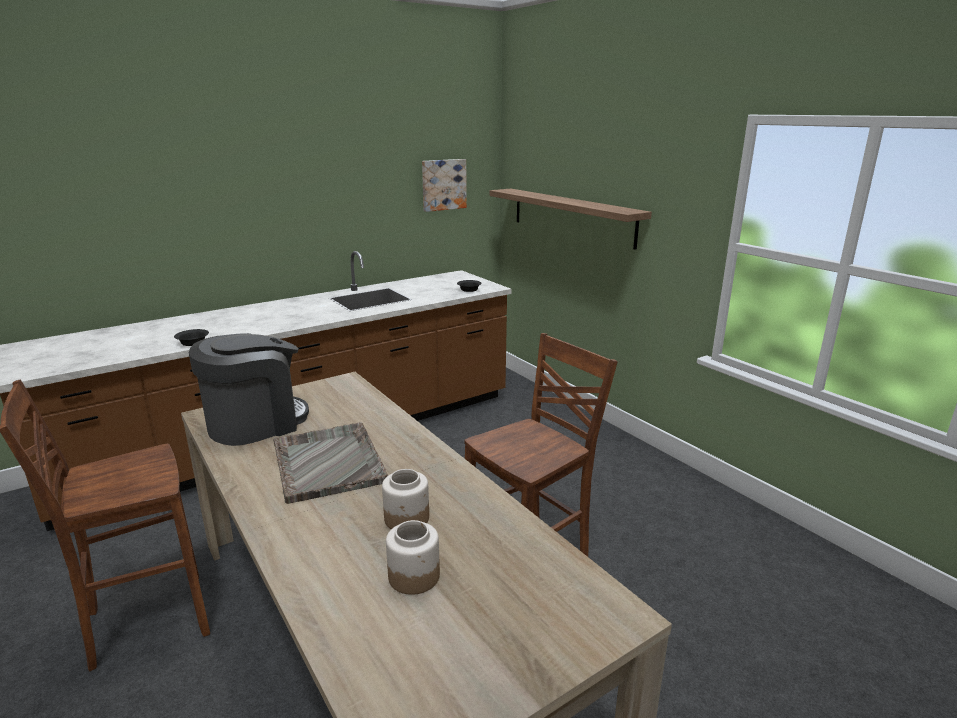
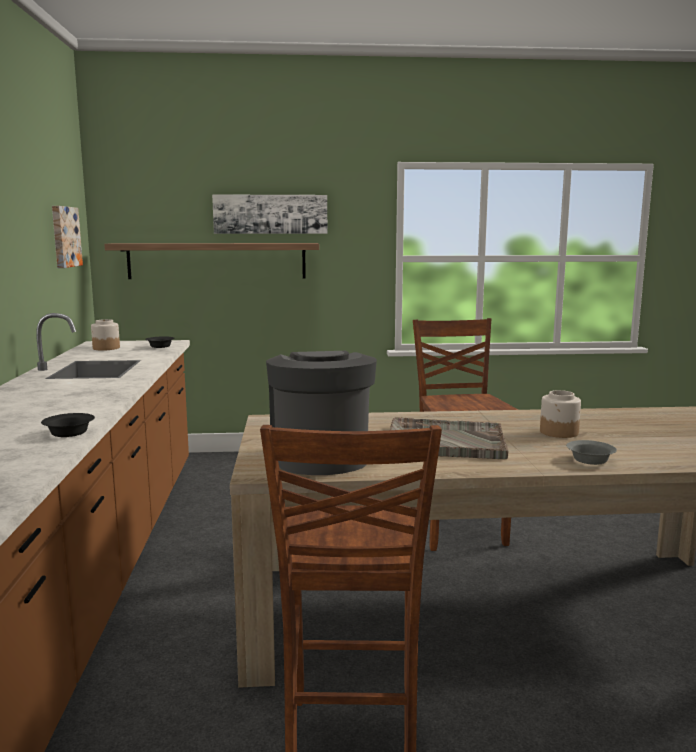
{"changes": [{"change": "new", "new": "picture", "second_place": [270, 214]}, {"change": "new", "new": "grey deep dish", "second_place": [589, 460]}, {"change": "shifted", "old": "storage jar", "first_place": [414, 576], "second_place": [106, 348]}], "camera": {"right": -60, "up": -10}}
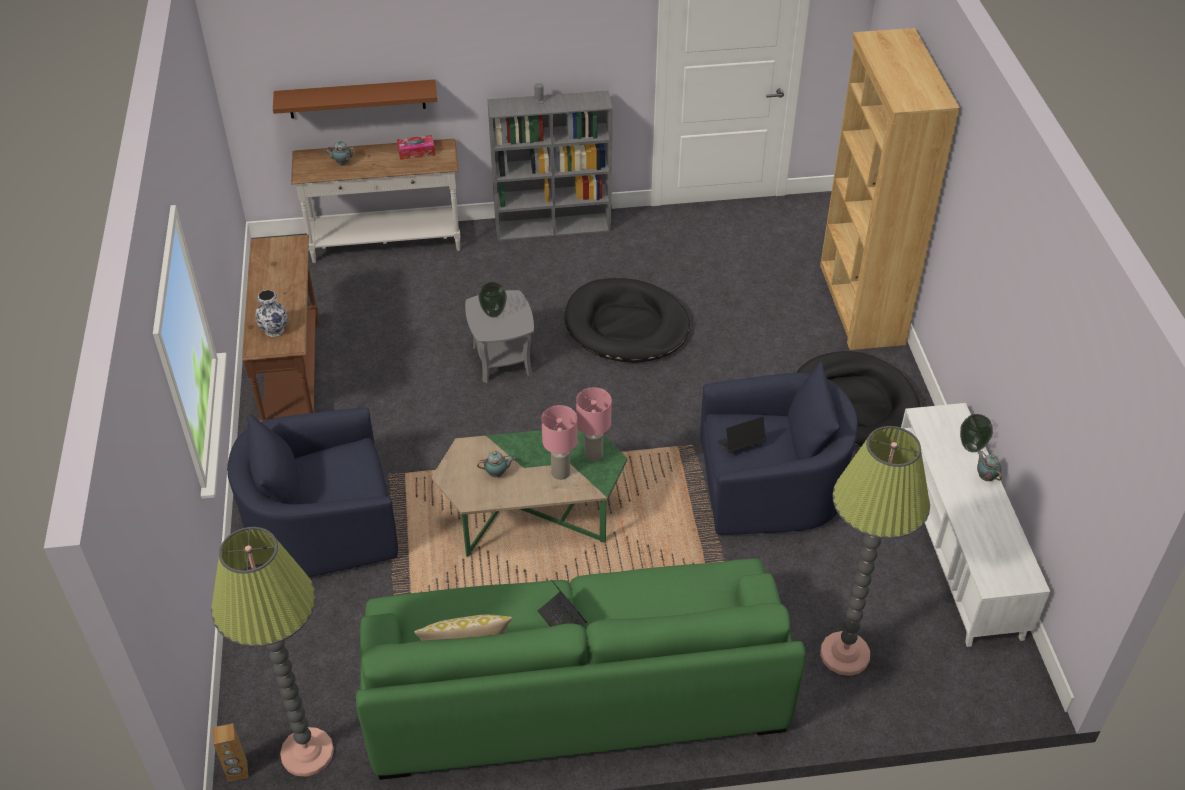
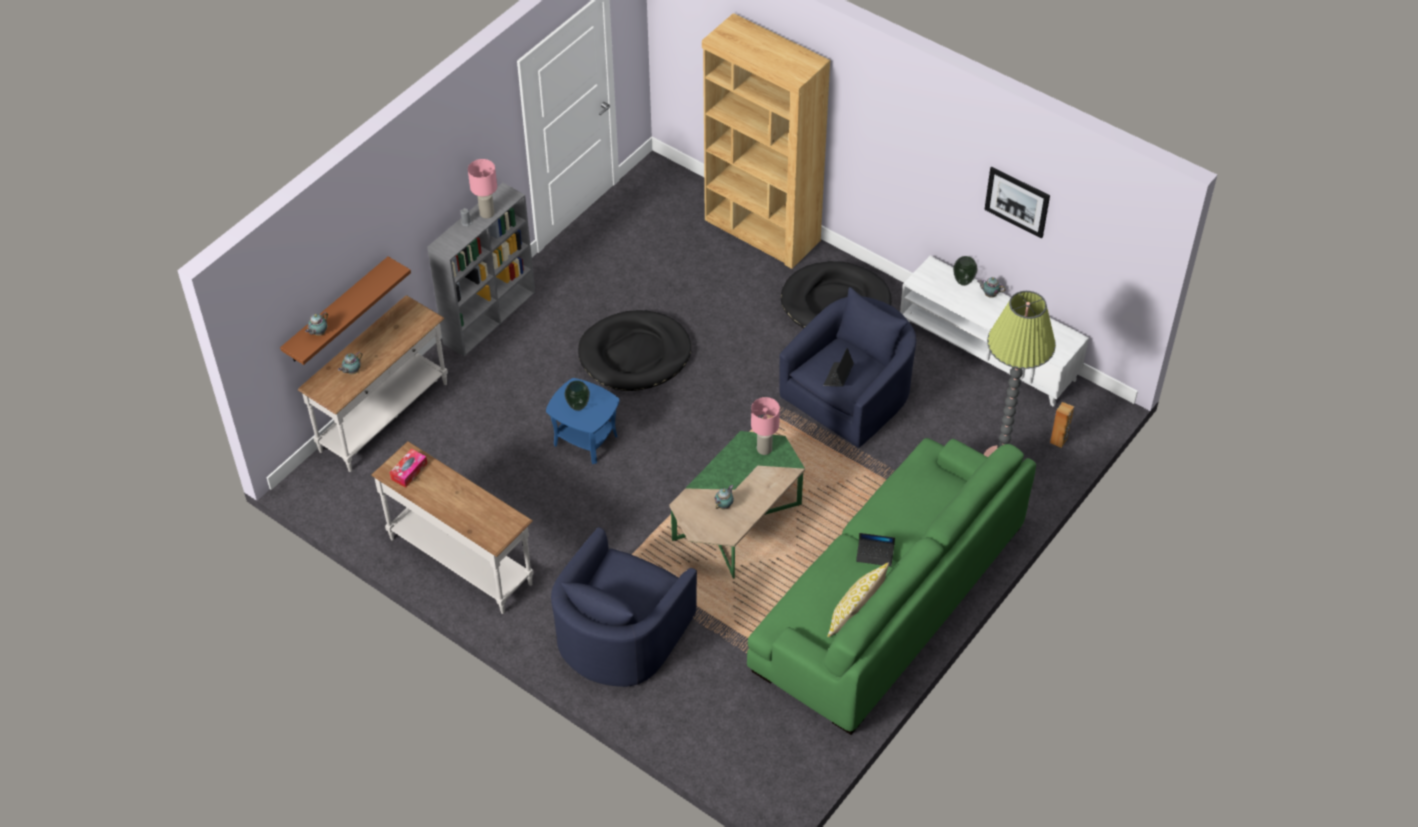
{"changes": [{"change": "gone", "old": "floor lamp", "first_place": [307, 752]}, {"change": "gone", "old": "vase", "first_place": [274, 329]}, {"change": "new", "new": "teapot", "second_place": [318, 333]}, {"change": "new", "new": "picture", "second_place": [1017, 202]}, {"change": "shifted", "old": "brown-coloured loudspeaker", "first_place": [237, 771], "second_place": [1058, 441]}, {"change": "shifted", "old": "tissue box", "first_place": [416, 152], "second_place": [409, 471]}, {"change": "shifted", "old": "pink tabletop lamp", "first_place": [560, 472], "second_place": [486, 213]}, {"change": "repainted", "old": "brown-coloured hall table", "new": "whitish hall table", "first_place": [295, 378], "second_place": [462, 560]}, {"change": "repainted", "old": "grey end table", "new": "blue-coloured end table", "first_place": [502, 360], "second_place": [585, 440]}], "camera": {"right": -45, "up": 5}}
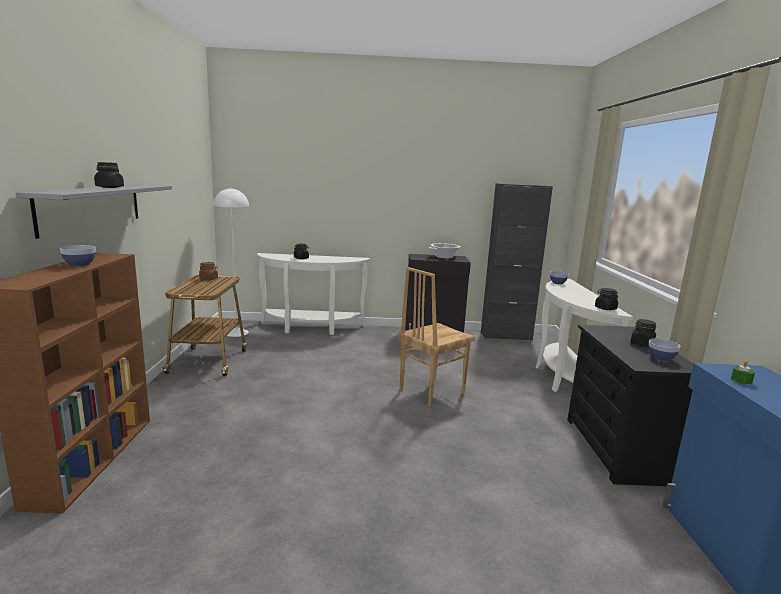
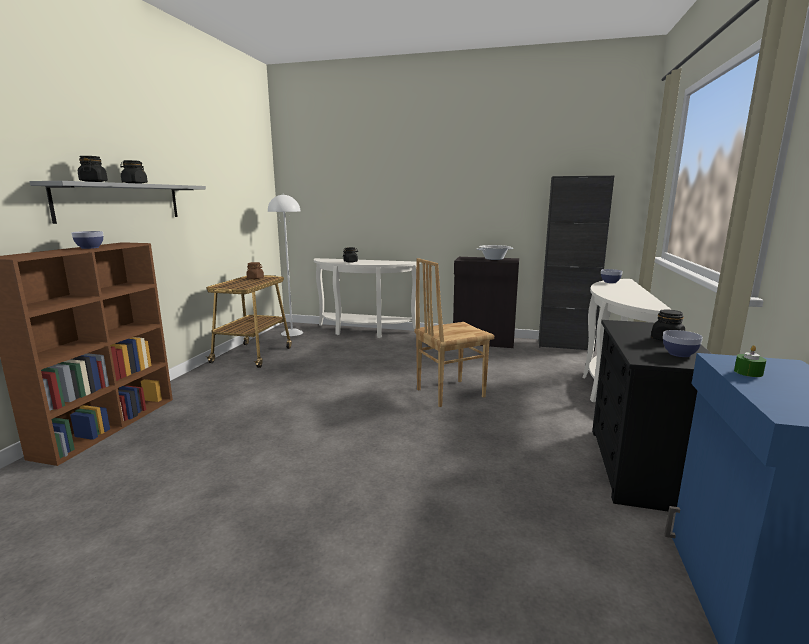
{"changes": [{"change": "shifted", "old": "blackish storage jar", "first_place": [605, 308], "second_place": [94, 182]}], "camera": {"right": 15, "up": 0}}
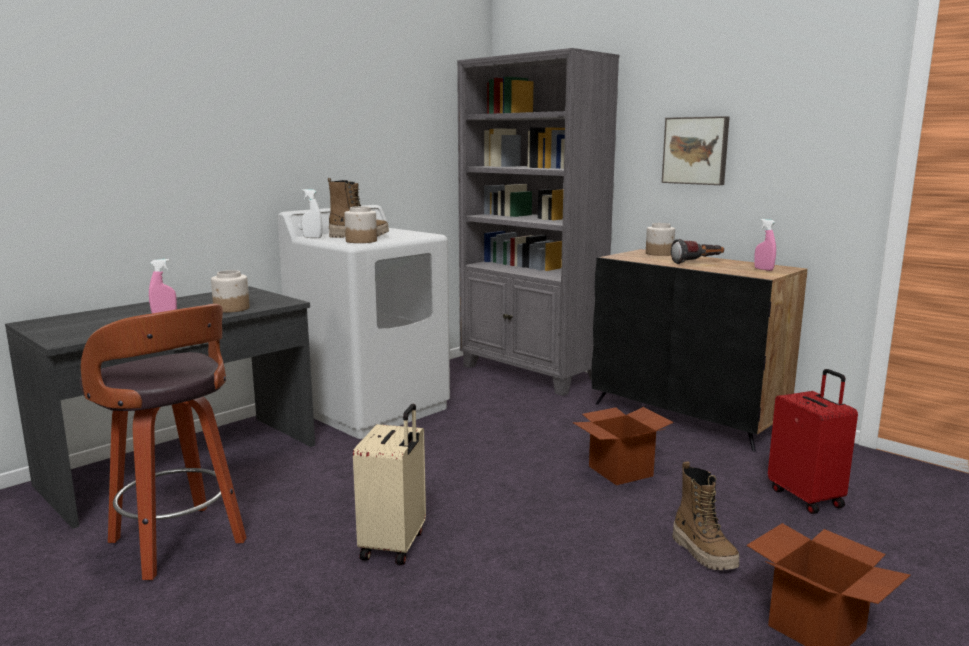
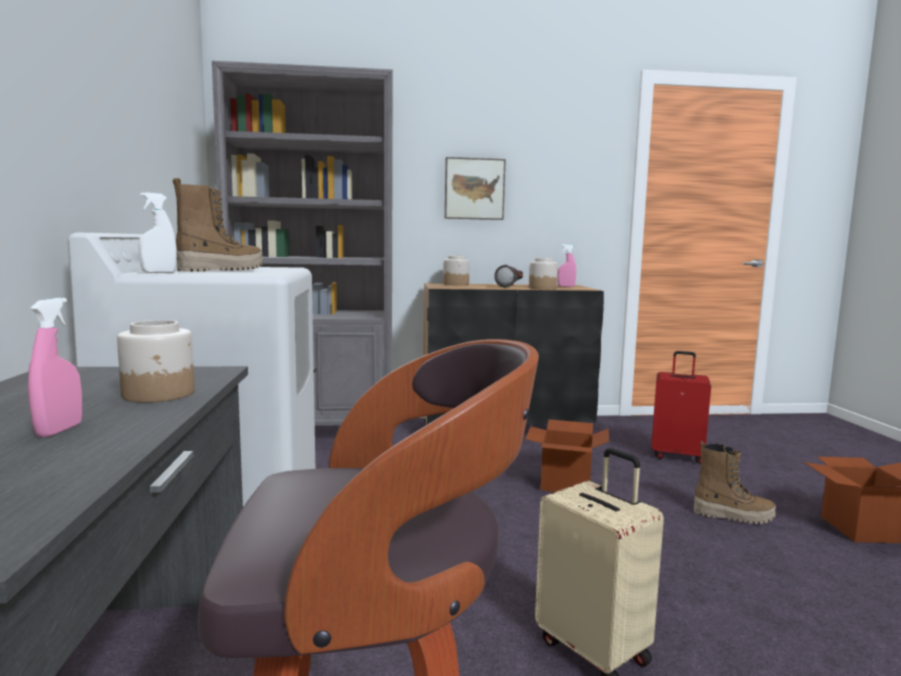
{"changes": [{"change": "shifted", "old": "storage jar", "first_place": [361, 241], "second_place": [542, 288]}], "camera": {"right": -50, "up": -5}}
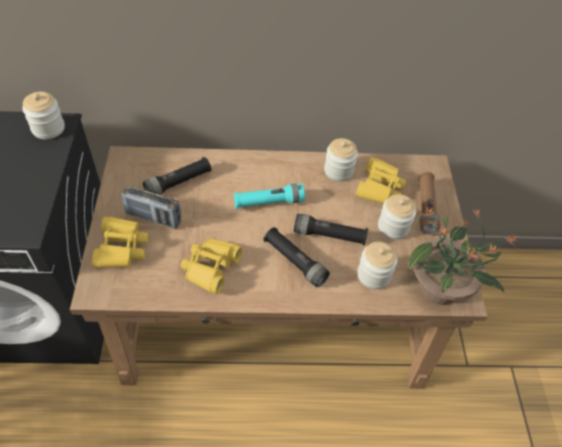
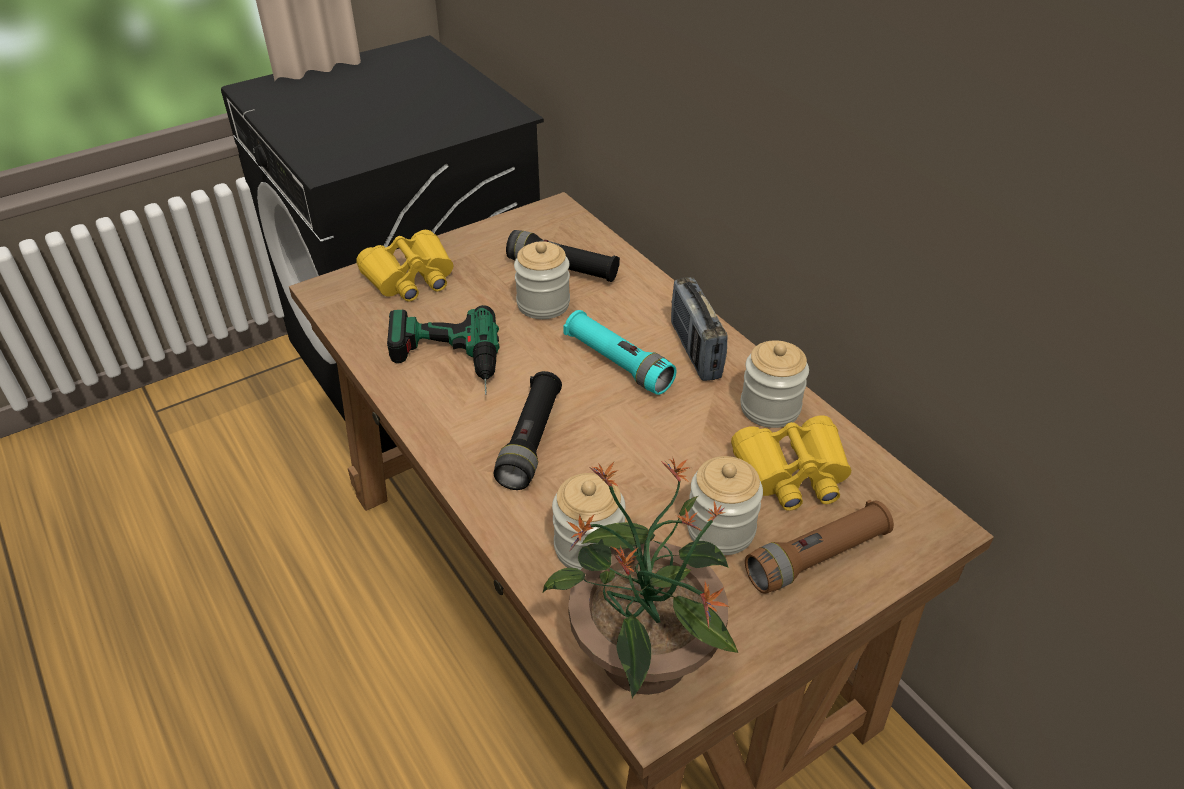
{"changes": [{"change": "gone", "old": "blackish hand torch", "first_place": [329, 235]}, {"change": "shifted", "old": "storage jar", "first_place": [48, 128], "second_place": [543, 304]}, {"change": "shifted", "old": "radio", "first_place": [153, 218], "second_place": [695, 351]}, {"change": "swapped", "old": "yellowish field glasses", "new": "power drill", "first_place": [211, 267], "second_place": [445, 364]}], "camera": {"right": 60, "up": -10}}
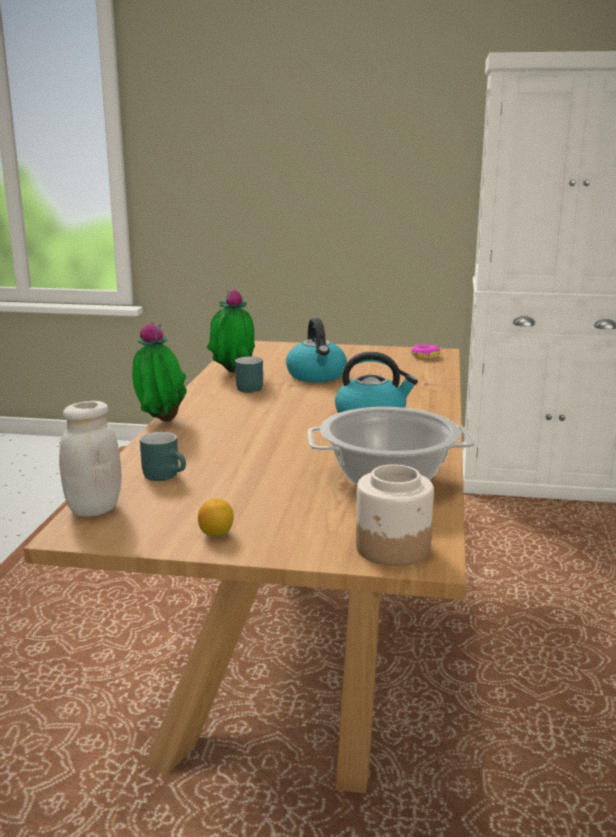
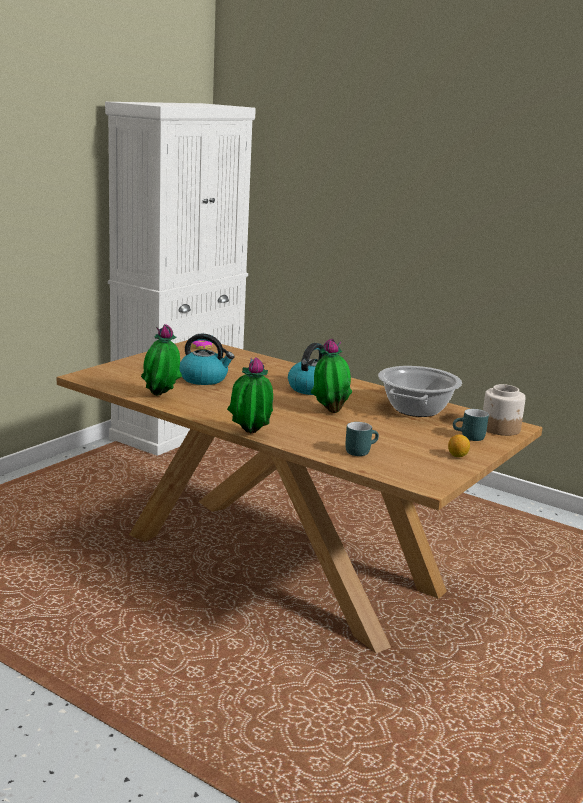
{"changes": [{"change": "gone", "old": "whitish storage jar", "first_place": [94, 509]}, {"change": "new", "new": "houseplant", "second_place": [330, 411]}, {"change": "shifted", "old": "blue-green mug", "first_place": [246, 388], "second_place": [469, 438]}], "camera": {"right": -65, "up": 0}}
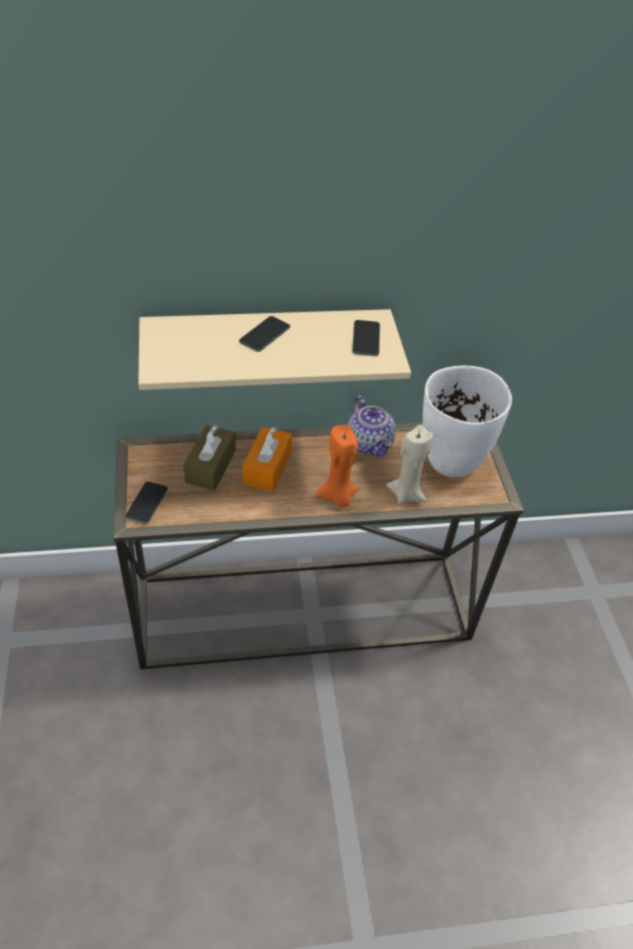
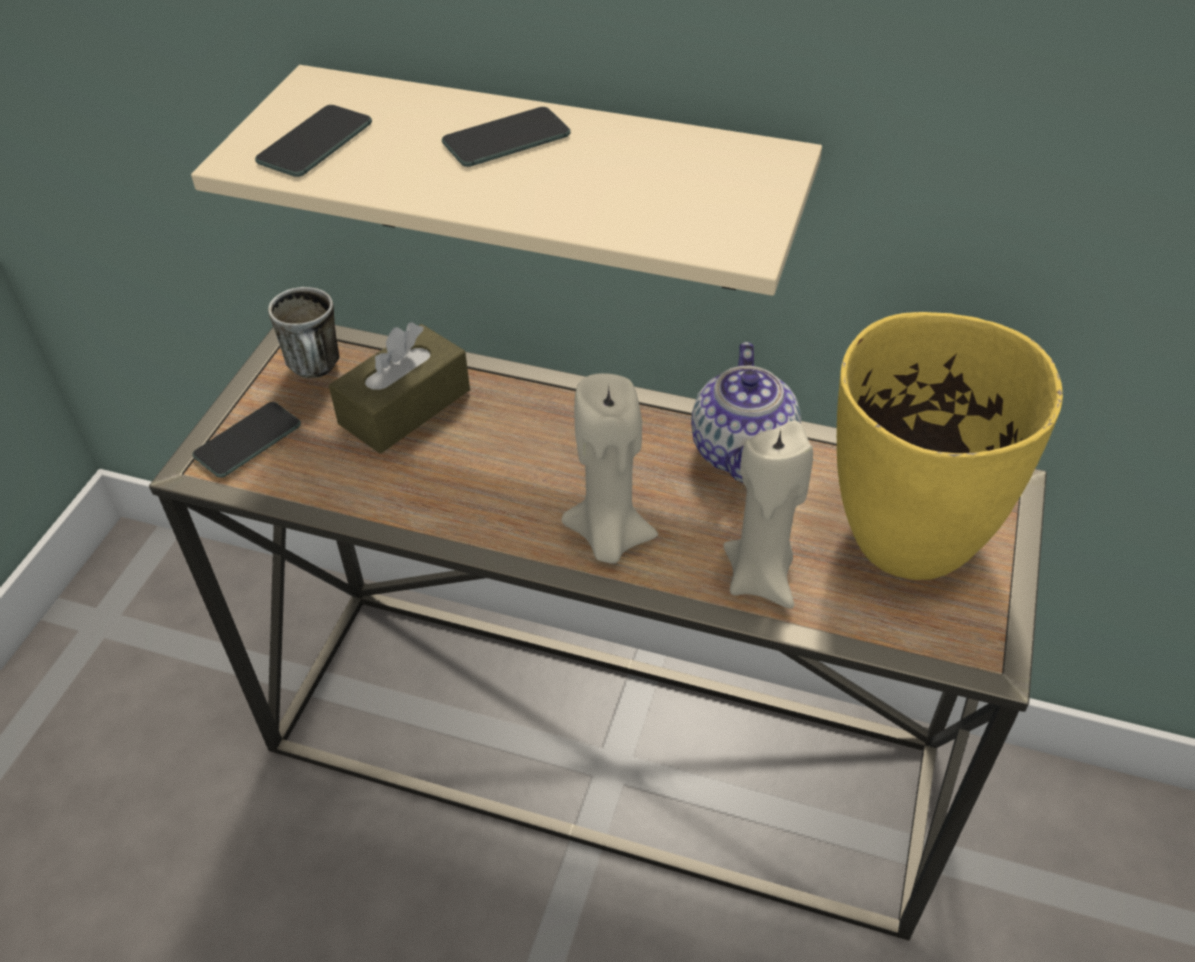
{"changes": [{"change": "gone", "old": "orangey tissue box", "first_place": [267, 467]}, {"change": "new", "new": "mug", "second_place": [319, 370]}, {"change": "shifted", "old": "phone", "first_place": [366, 338], "second_place": [315, 142]}, {"change": "repainted", "old": "orangey wax light", "new": "beige wax light", "first_place": [337, 497], "second_place": [608, 538]}, {"change": "repainted", "old": "whitish vase", "new": "yellowish vase", "first_place": [451, 462], "second_place": [906, 539]}], "camera": {"right": 30, "up": 0}}
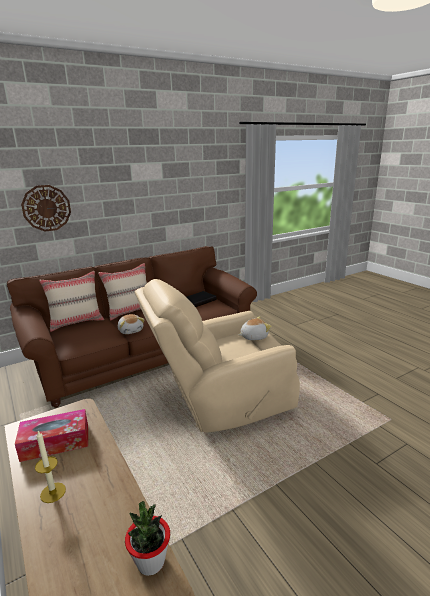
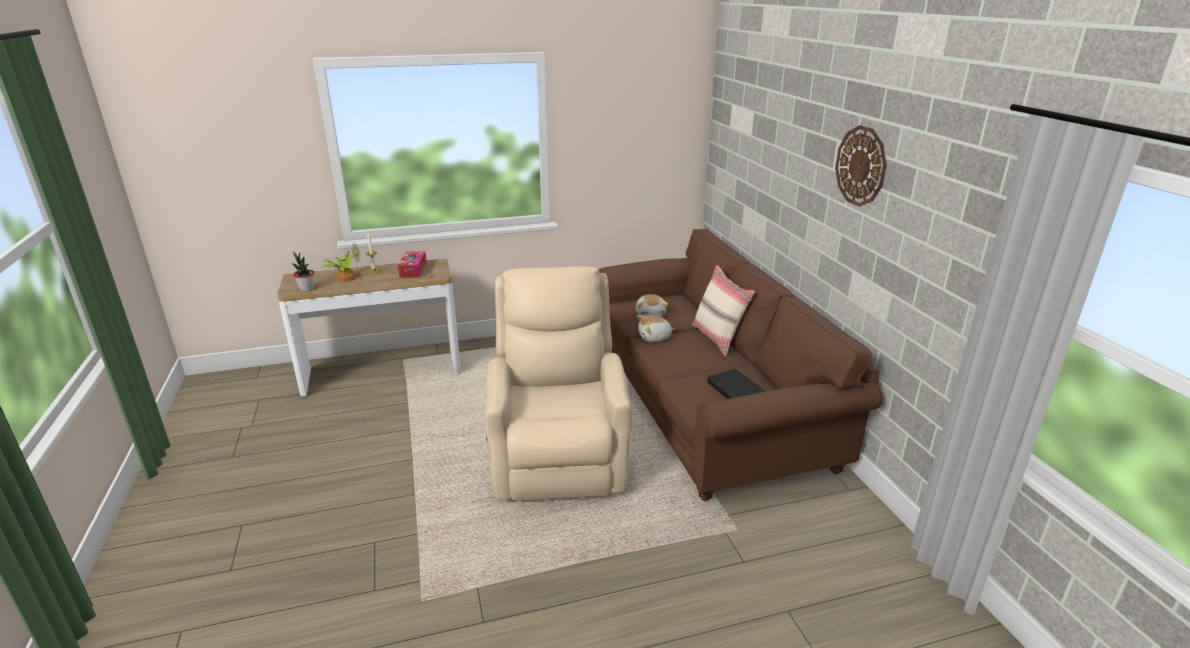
{"changes": [{"change": "gone", "old": "beige cushion", "first_place": [76, 322]}, {"change": "new", "new": "houseplant", "second_place": [345, 278]}, {"change": "shifted", "old": "hanging clock", "first_place": [46, 208], "second_place": [861, 166]}, {"change": "shifted", "old": "soft toy", "first_place": [253, 336], "second_place": [650, 314]}], "camera": {"right": 105, "up": 5}}
